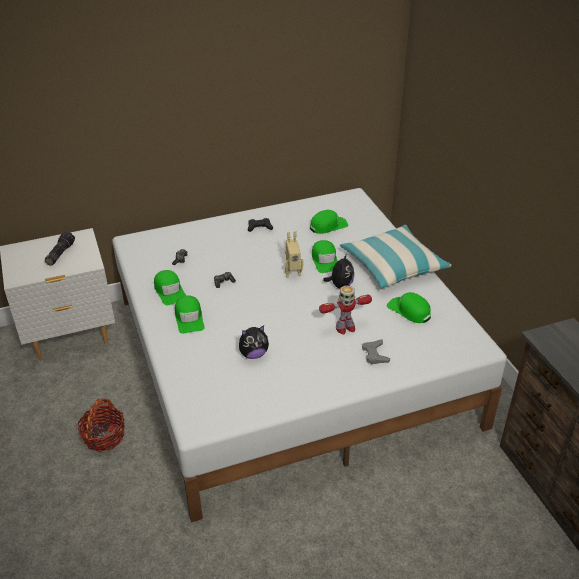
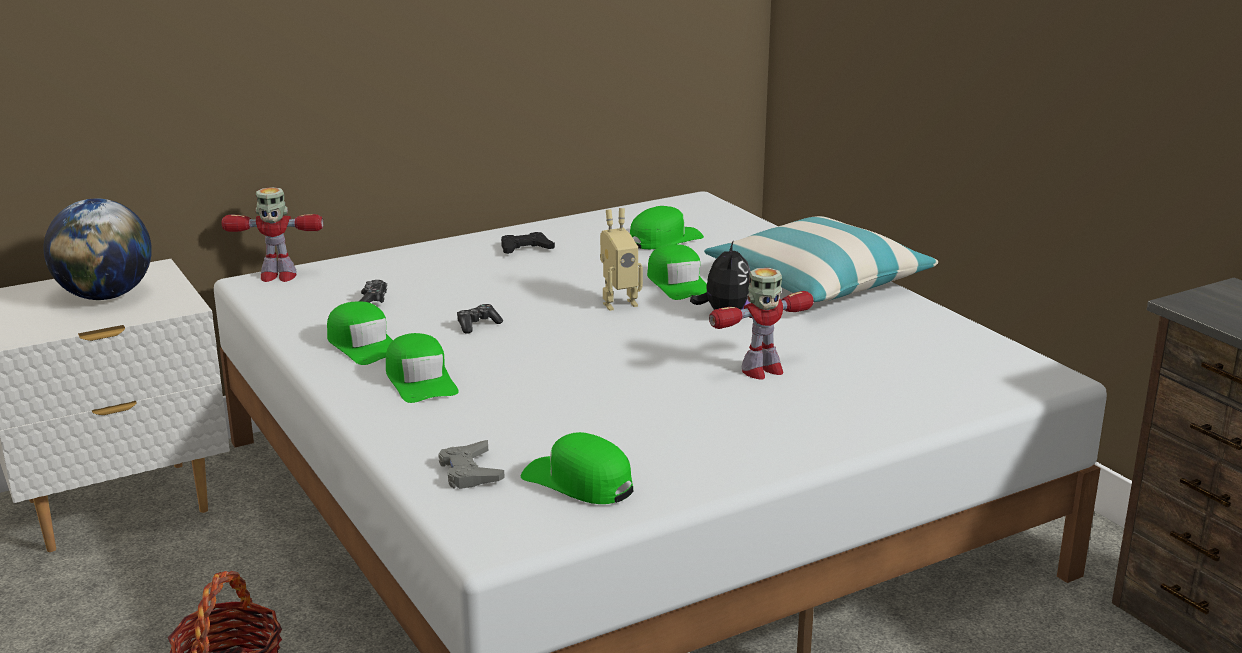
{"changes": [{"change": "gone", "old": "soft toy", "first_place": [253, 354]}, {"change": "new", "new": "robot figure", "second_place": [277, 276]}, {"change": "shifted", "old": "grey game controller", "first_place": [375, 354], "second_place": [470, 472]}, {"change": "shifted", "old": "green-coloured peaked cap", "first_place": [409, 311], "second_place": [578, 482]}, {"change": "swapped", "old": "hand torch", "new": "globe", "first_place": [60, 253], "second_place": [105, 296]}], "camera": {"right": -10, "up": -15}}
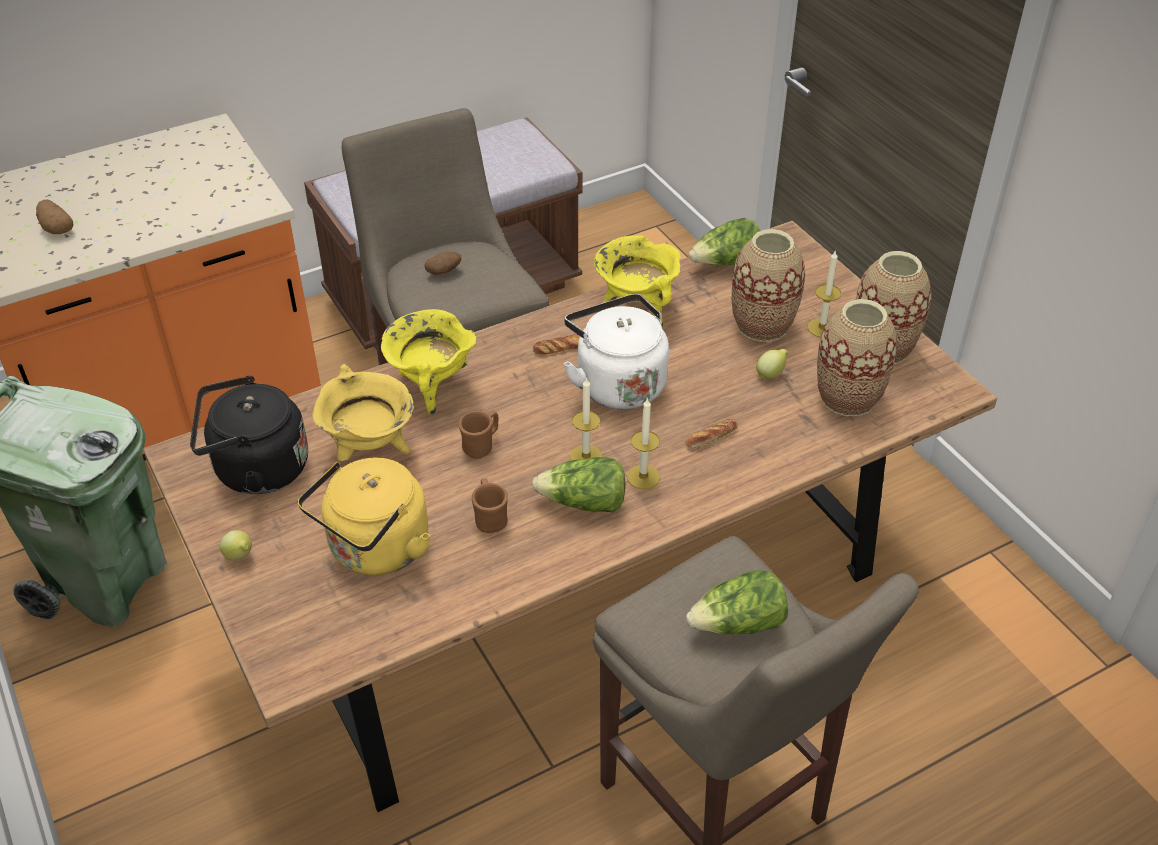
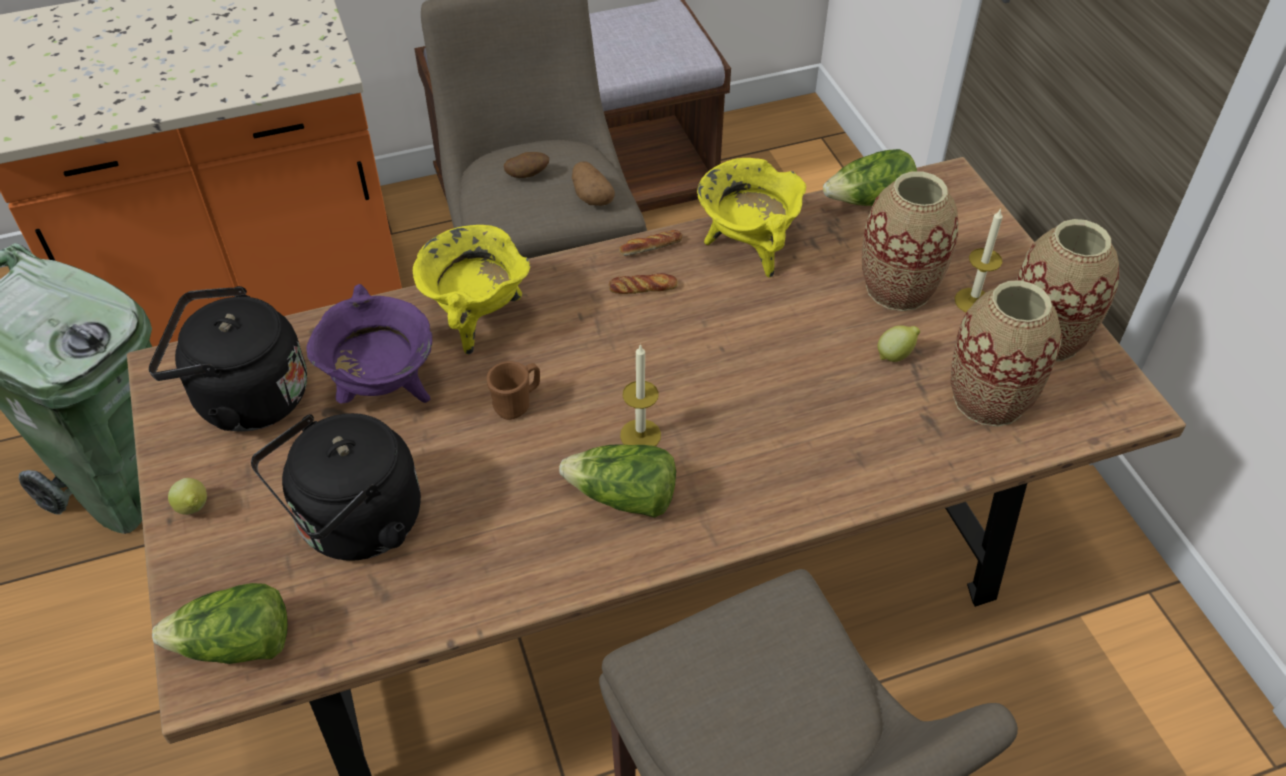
{"changes": [{"change": "gone", "old": "brown-coloured mug", "first_place": [490, 518]}, {"change": "gone", "old": "whitish kettle", "first_place": [617, 383]}, {"change": "gone", "old": "wax light", "first_place": [643, 477]}, {"change": "shifted", "old": "spud", "first_place": [56, 228], "second_place": [591, 196]}, {"change": "shifted", "old": "bakery bread", "first_place": [711, 437], "second_place": [651, 247]}, {"change": "shifted", "old": "lettuce head", "first_place": [738, 624], "second_place": [236, 645]}, {"change": "repainted", "old": "yellowish kettle", "new": "blackish kettle", "first_place": [375, 551], "second_place": [355, 525]}, {"change": "repainted", "old": "yellowish cooking pot", "new": "purple-coloured cooking pot", "first_place": [370, 450], "second_place": [384, 391]}], "camera": {"right": 10, "up": 5}}
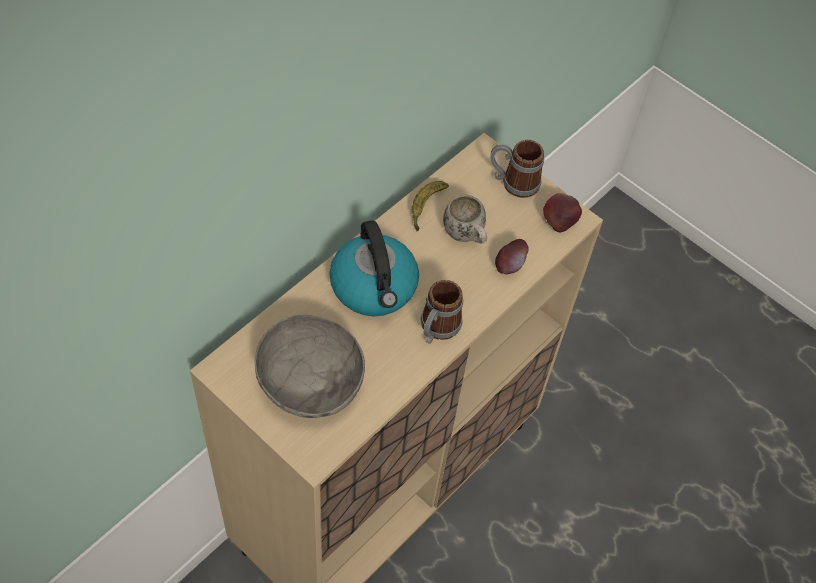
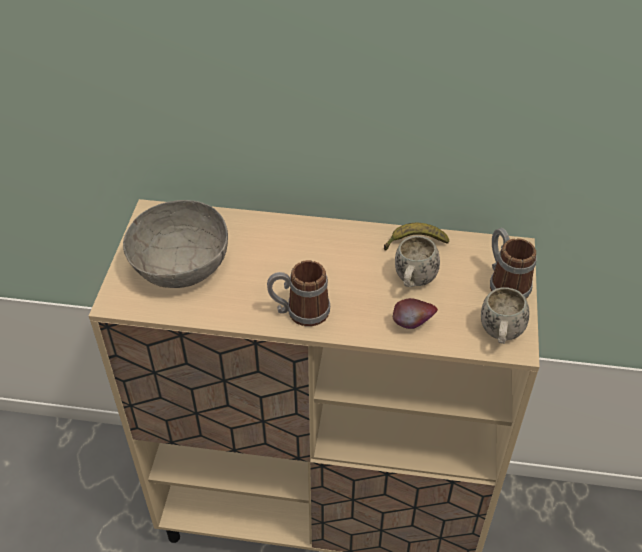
{"changes": [{"change": "gone", "old": "kettle", "first_place": [374, 287]}, {"change": "swapped", "old": "whole apple", "new": "whitish mug", "first_place": [560, 221], "second_place": [500, 335]}], "camera": {"right": 60, "up": -10}}
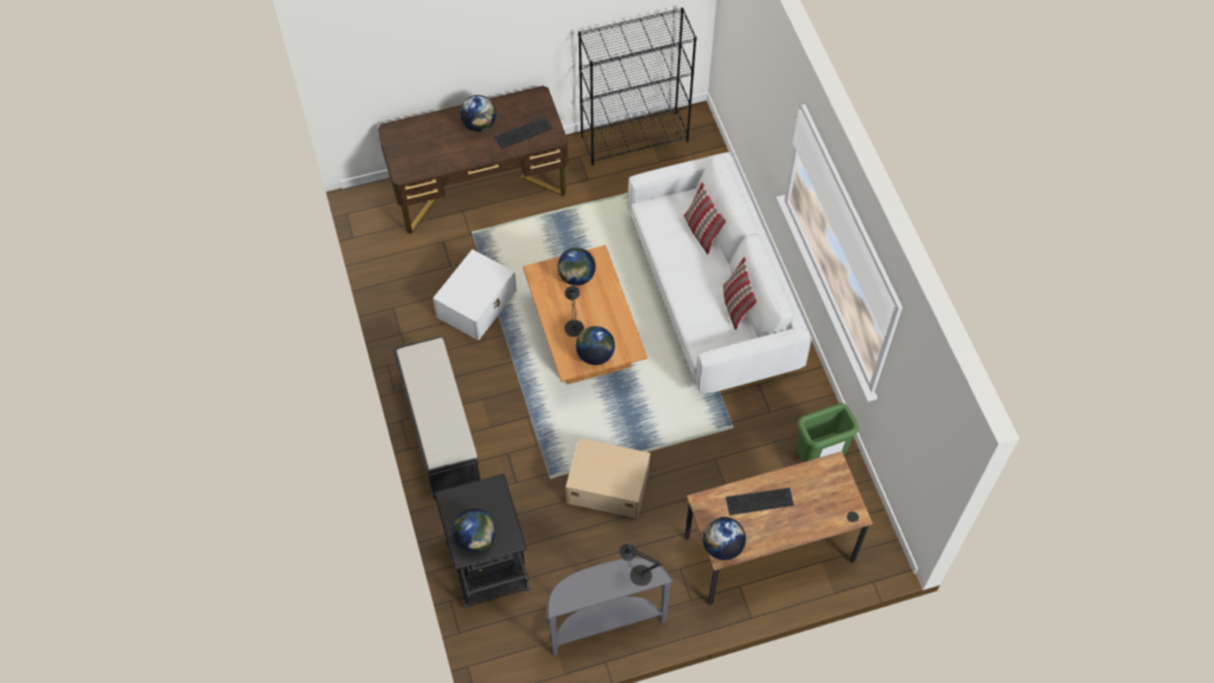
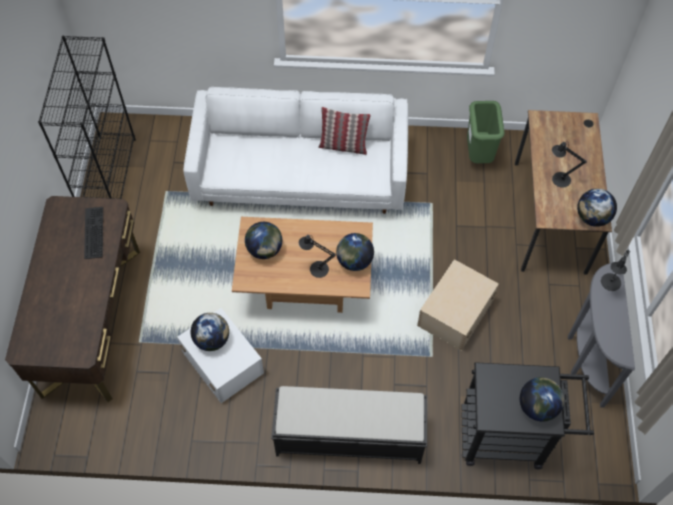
{"changes": [{"change": "gone", "old": "cushion", "first_place": [702, 232]}, {"change": "shifted", "old": "globe", "first_place": [479, 124], "second_place": [212, 339]}, {"change": "swapped", "old": "keyboard", "new": "blackish tabletop lamp", "first_place": [759, 502], "second_place": [558, 179]}], "camera": {"right": -70, "up": 0}}
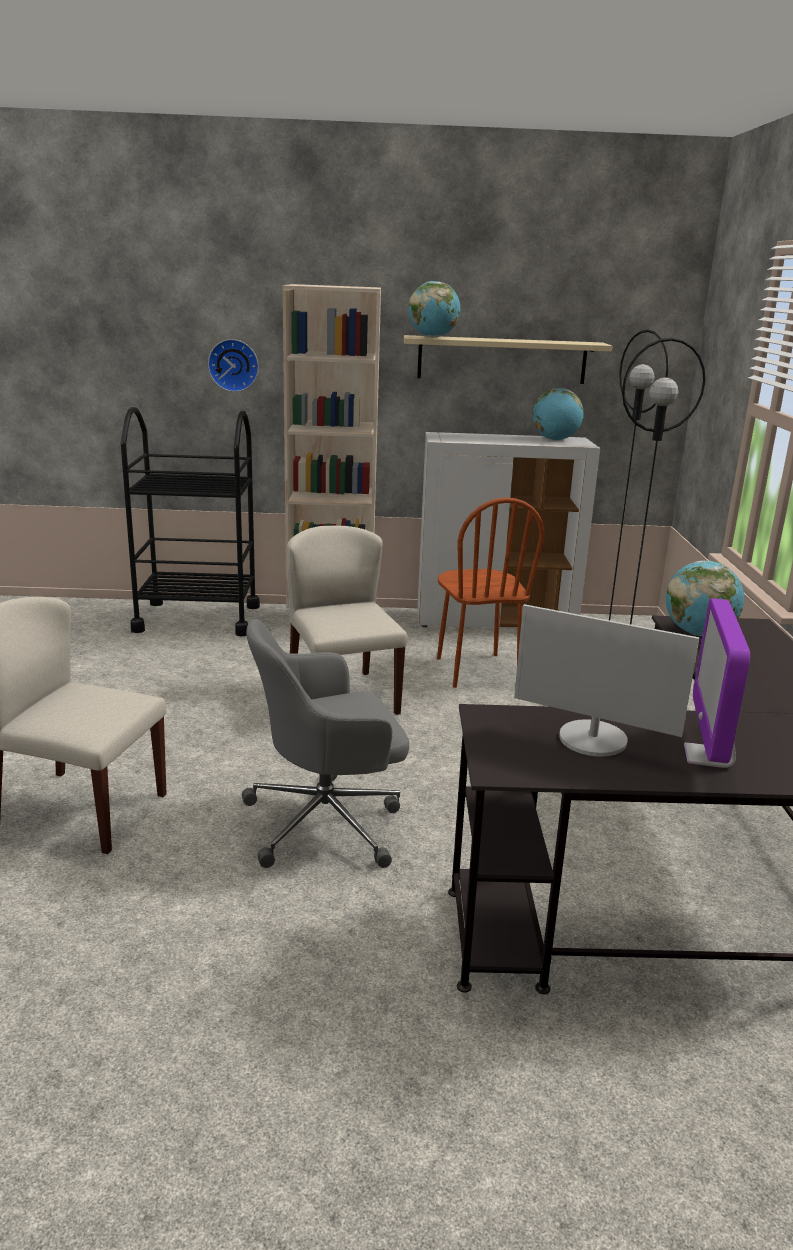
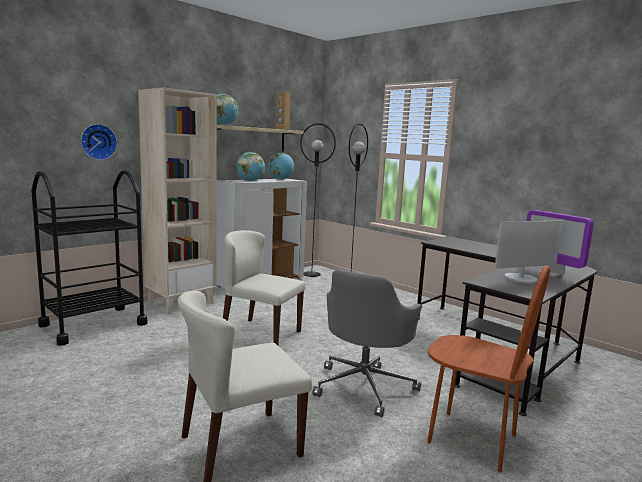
{"changes": [{"change": "new", "new": "brown-coloured loudspeaker", "second_place": [282, 129]}, {"change": "shifted", "old": "brown-coloured plain chair", "first_place": [476, 670], "second_place": [472, 439]}, {"change": "shifted", "old": "globe", "first_place": [698, 633], "second_place": [250, 181]}], "camera": {"right": -45, "up": -10}}
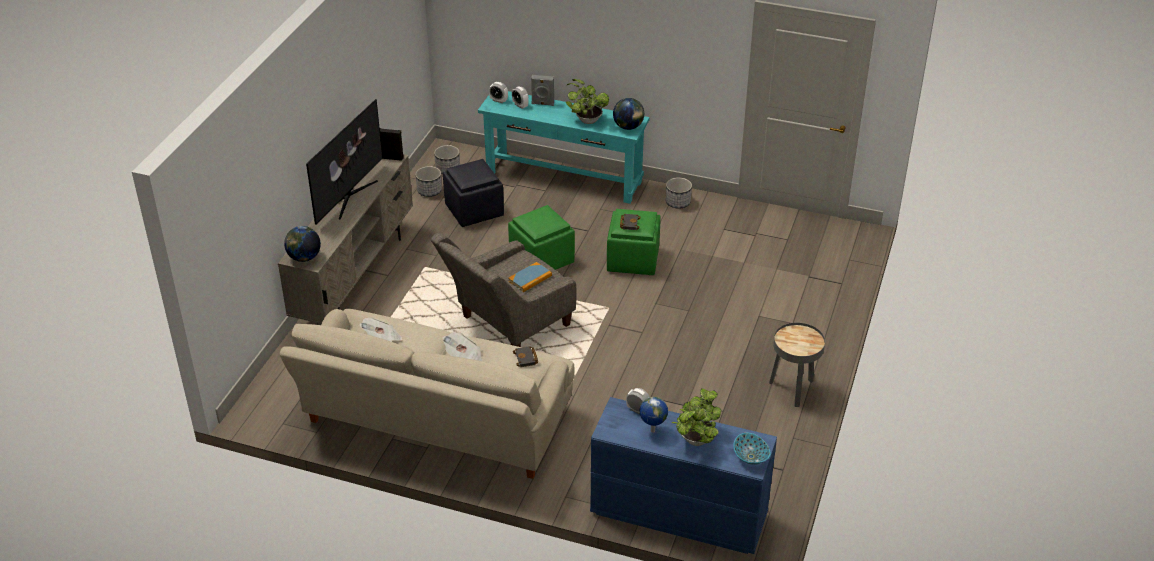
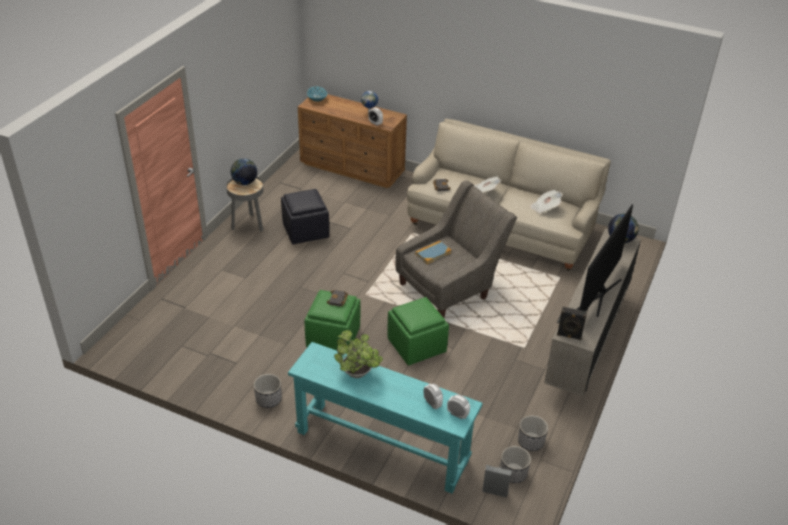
{"changes": [{"change": "gone", "old": "houseplant", "first_place": [695, 441]}, {"change": "shifted", "old": "blackish ottoman", "first_place": [474, 211], "second_place": [306, 231]}, {"change": "shifted", "old": "grey loudspeaker", "first_place": [542, 104], "second_place": [495, 491]}, {"change": "shifted", "old": "globe", "first_place": [628, 127], "second_place": [245, 182]}, {"change": "repainted", "old": "blue-coloured dresser", "new": "brown-coloured dresser", "first_place": [677, 513], "second_place": [353, 168]}], "camera": {"right": -175, "up": 0}}
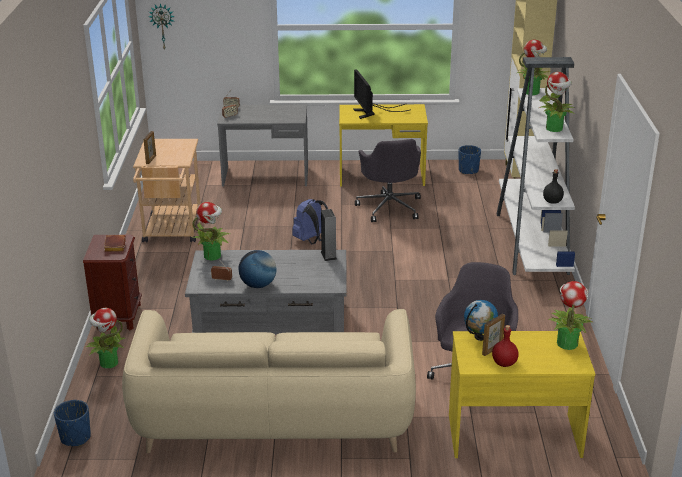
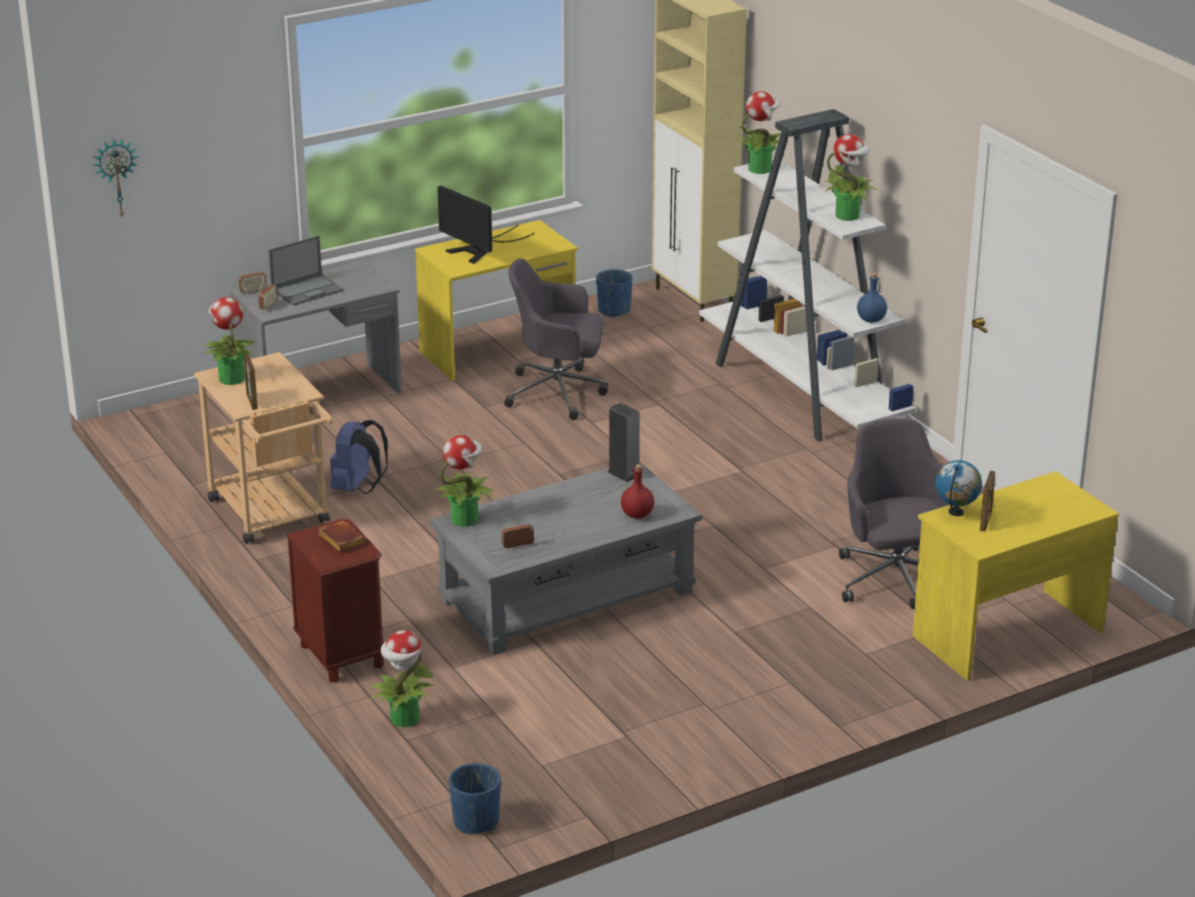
{"changes": [{"change": "gone", "old": "beige couch", "first_place": [274, 418]}, {"change": "gone", "old": "globe", "first_place": [258, 285]}, {"change": "new", "new": "laptop", "second_place": [307, 290]}, {"change": "shifted", "old": "blue-coloured knapsack", "first_place": [311, 240], "second_place": [358, 488]}, {"change": "shifted", "old": "red-coloured beverage bottle", "first_place": [504, 363], "second_place": [637, 515]}, {"change": "shifted", "old": "houseplant", "first_place": [567, 343], "second_place": [231, 378]}, {"change": "repainted", "old": "blackish beverage bottle", "new": "blue-coloured beverage bottle", "first_place": [552, 201], "second_place": [871, 320]}, {"change": "rotated", "old": "grey desk chair", "first_place": [389, 207], "second_place": [558, 392], "degrees": 135}], "camera": {"right": -30, "up": 0}}
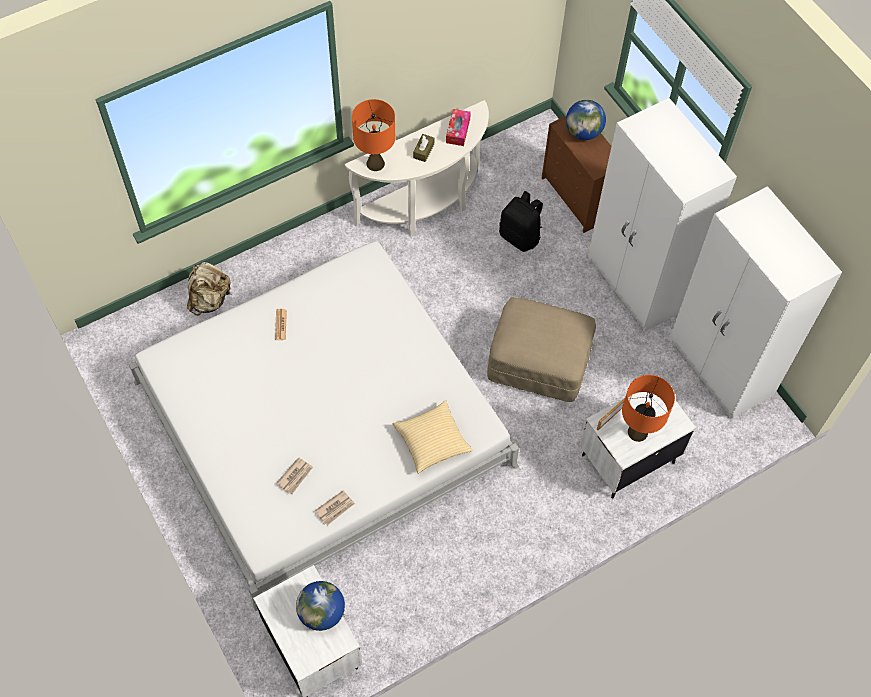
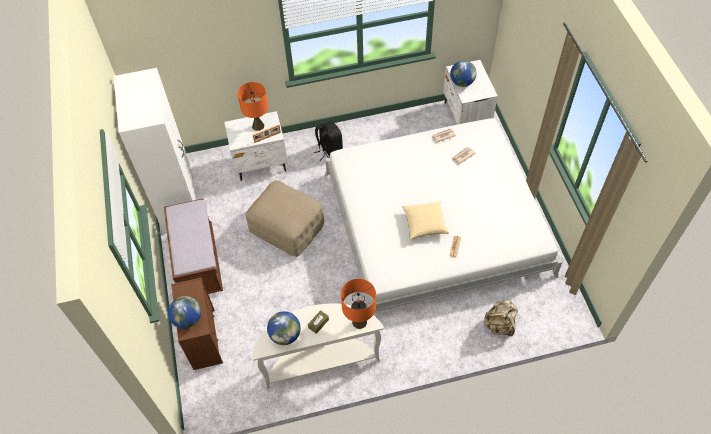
{"changes": [{"change": "shifted", "old": "cushion", "first_place": [432, 442], "second_place": [424, 224]}, {"change": "shifted", "old": "blackish knapsack", "first_place": [520, 237], "second_place": [329, 150]}, {"change": "swapped", "old": "tissue box", "new": "globe", "first_place": [458, 131], "second_place": [285, 335]}, {"change": "swapped", "old": "whitish armoire", "new": "brown-coloured long seat", "first_place": [637, 285], "second_place": [198, 262]}], "camera": {"right": -160, "up": -5}}
